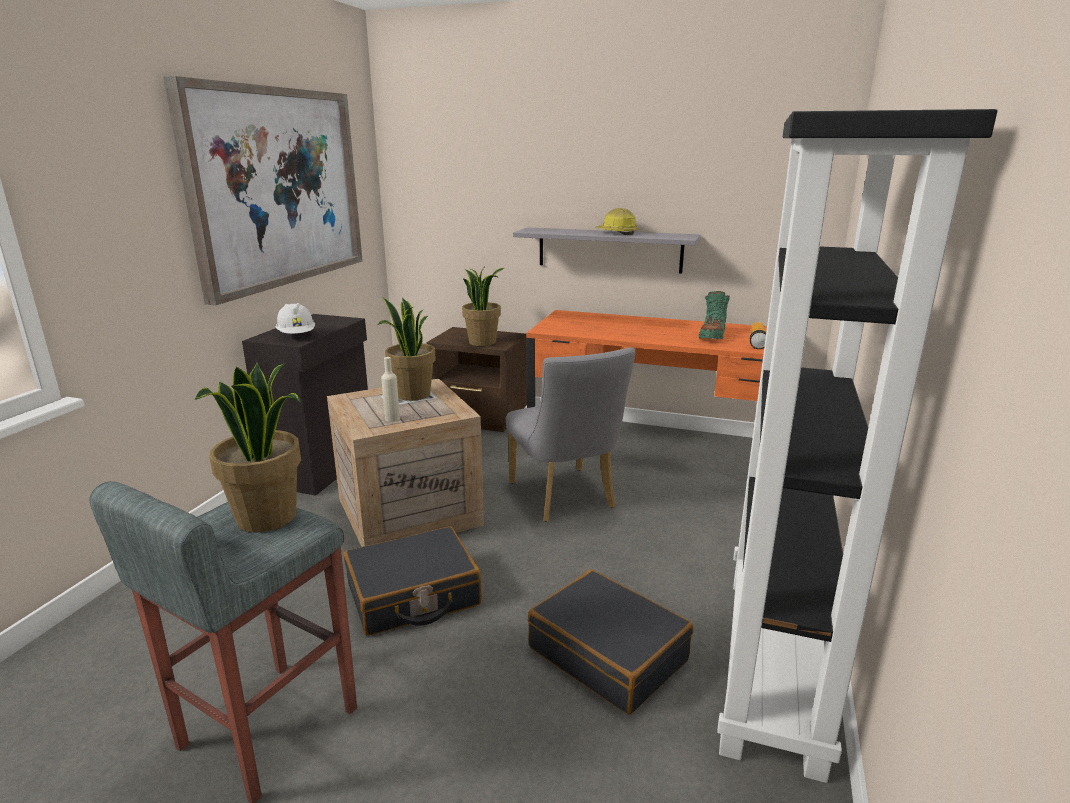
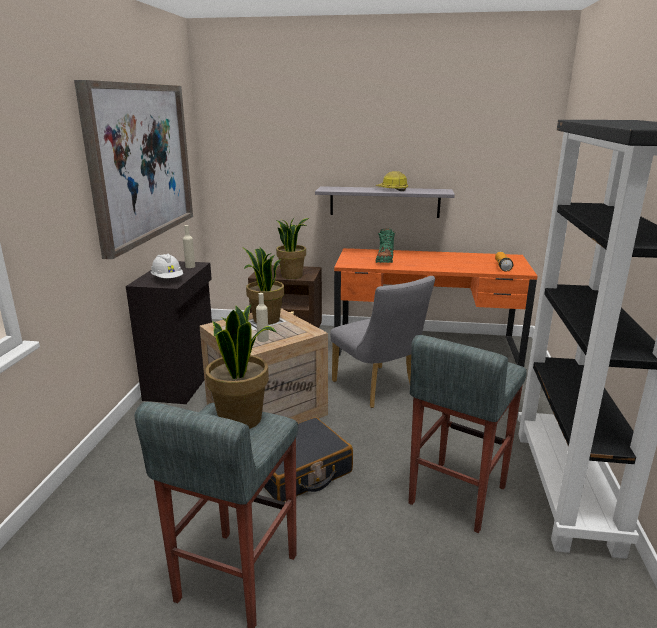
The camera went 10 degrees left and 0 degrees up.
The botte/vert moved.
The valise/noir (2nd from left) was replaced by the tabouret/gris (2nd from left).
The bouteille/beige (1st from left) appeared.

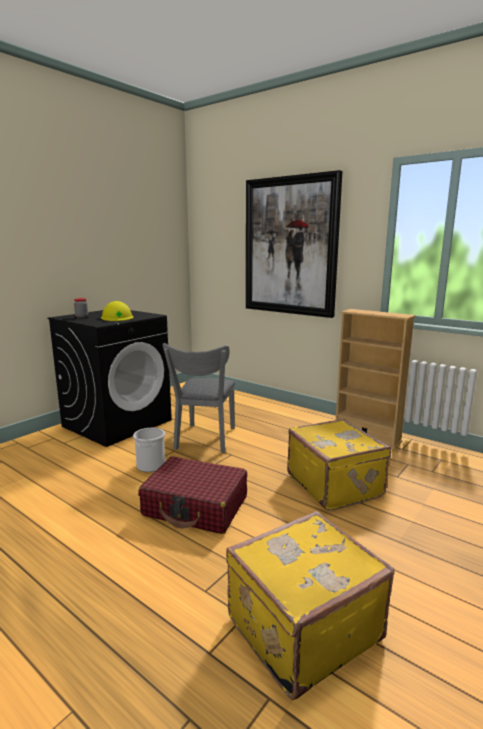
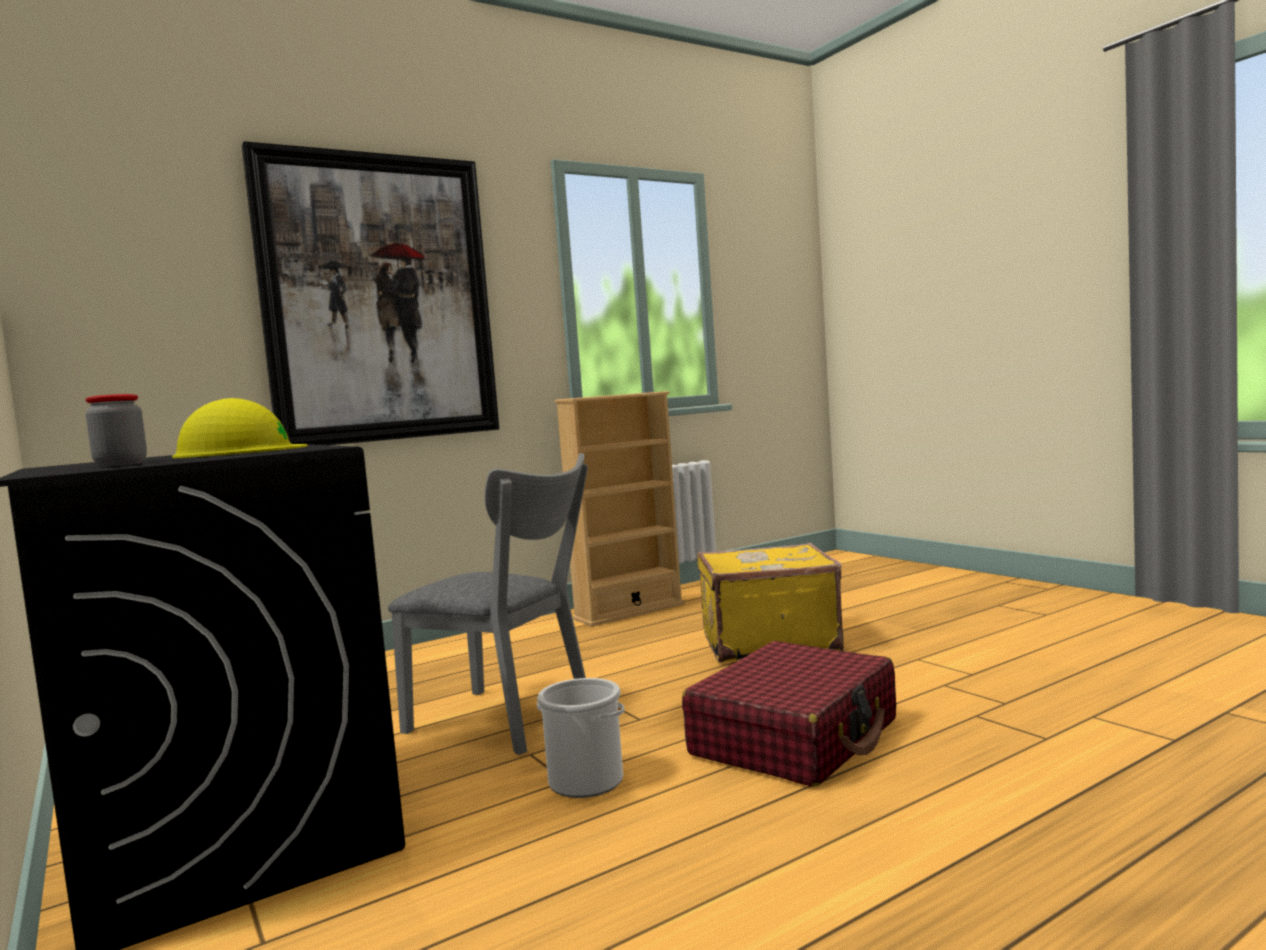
The camera went 70 degrees left and 10 degrees down.
The valise/jaune (1st from left) disappeared.

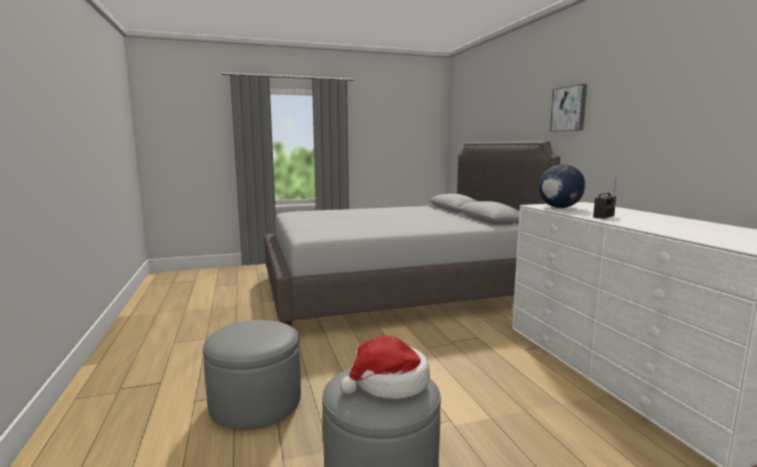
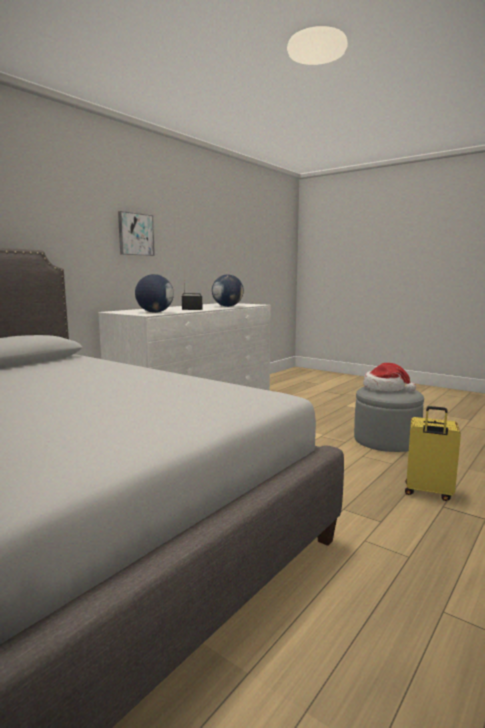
The camera went 125 degrees left and 0 degrees up.
The tableau moved.
The pouf/gris (1st from left) was replaced by the valise/jaune.
The globe (2nd from left) appeared.

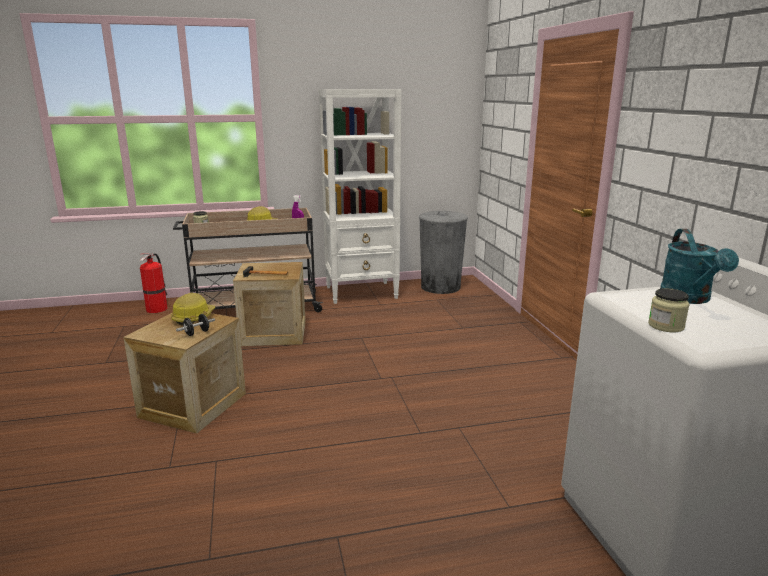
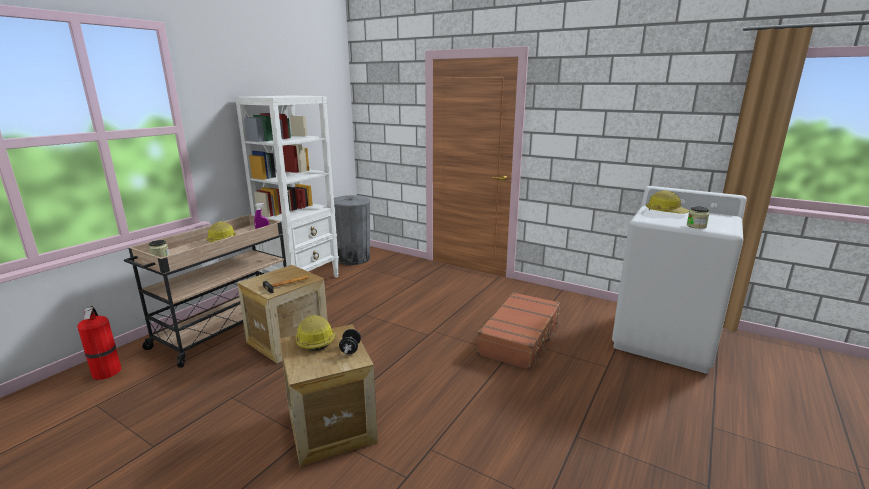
The camera went 45 degrees left and 0 degrees up.
The arrosoir/turquoise was replaced by the casque de chantier (3rd from left).
The valise/marron appeared.

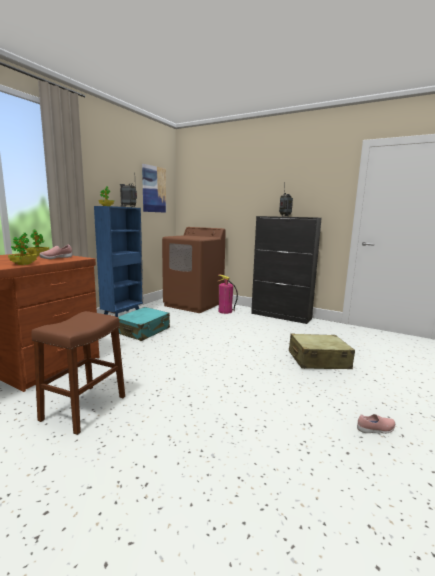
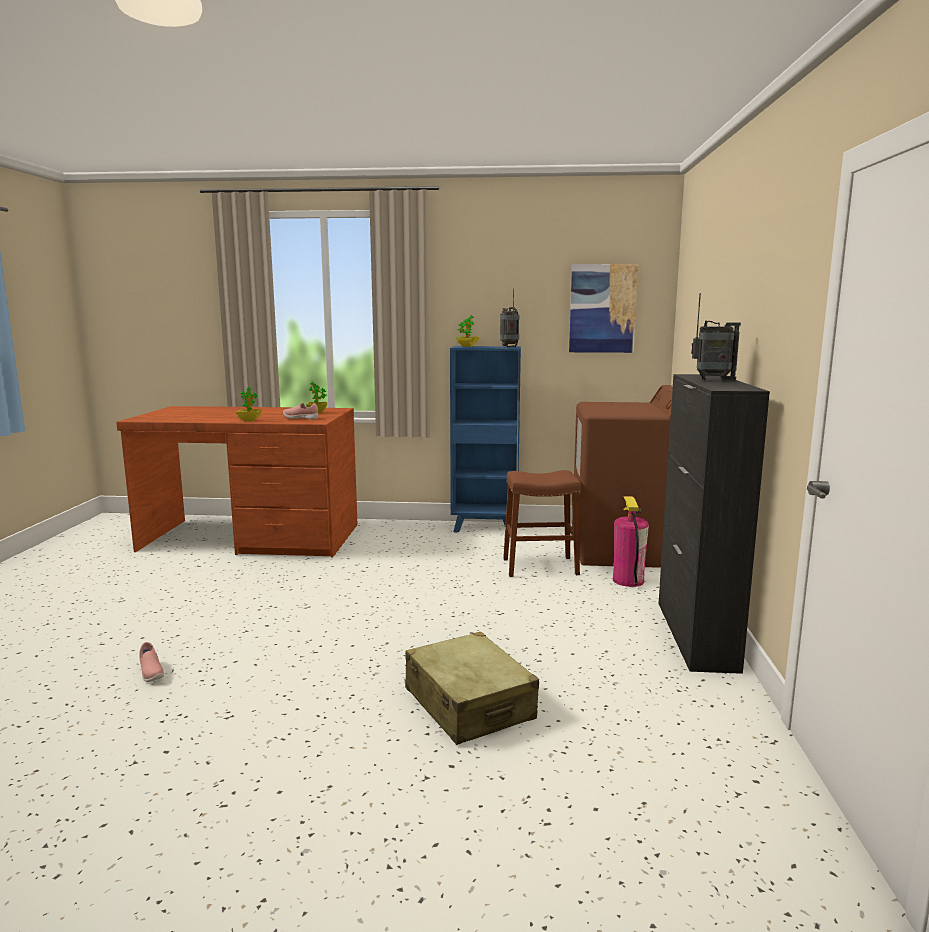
The camera went 65 degrees right and 0 degrees up.
The valise/turquoise disappeared.
The tabouret/marron moved.
The chaussure/rose (2nd from left in the first image) moved.

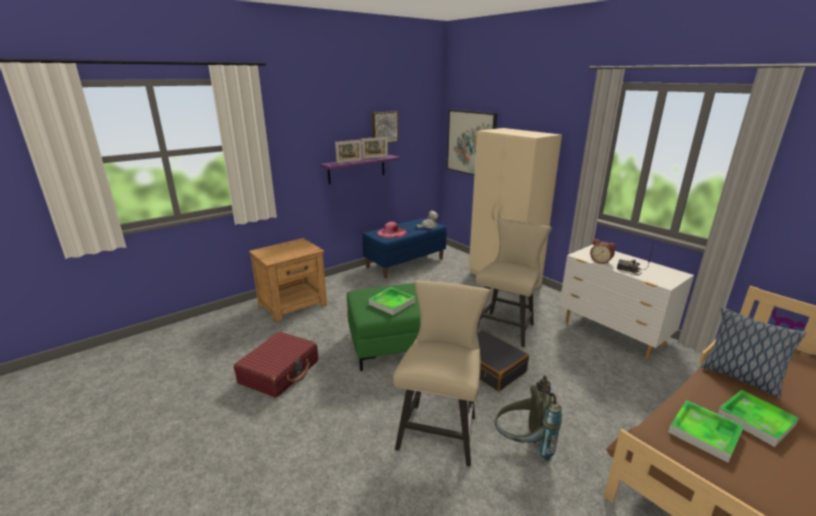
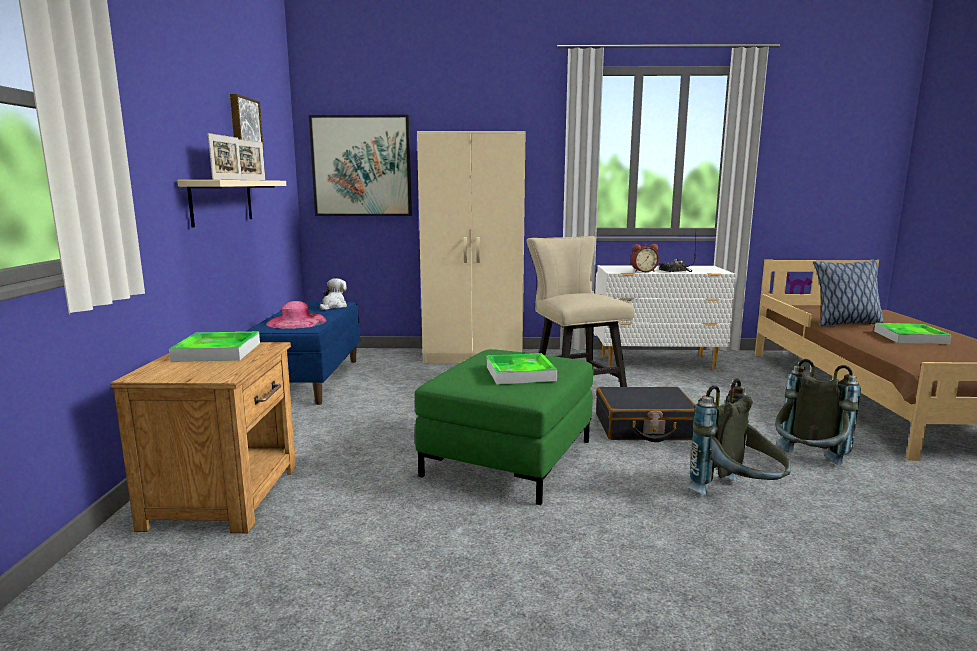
The camera went 50 degrees left and 10 degrees down.
The étagère/violet became the étagère/beige.
The chaise/beige (1st from left) was replaced by the sac à dos/gris (1st from left).
The valise/rouge disappeared.
The plateau (2nd from left in the first image) moved.

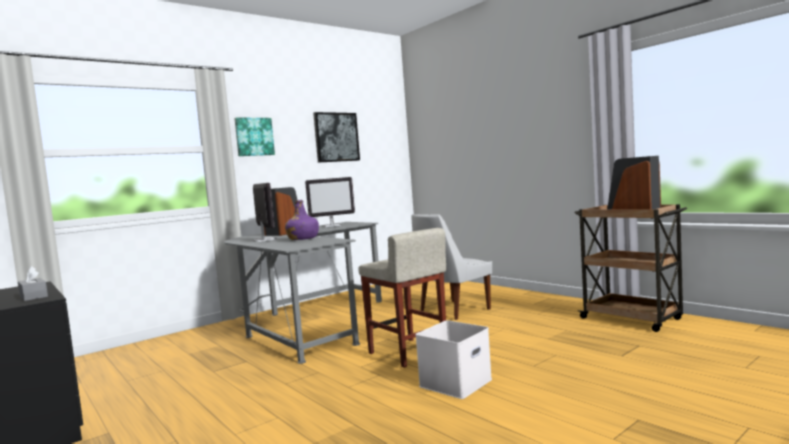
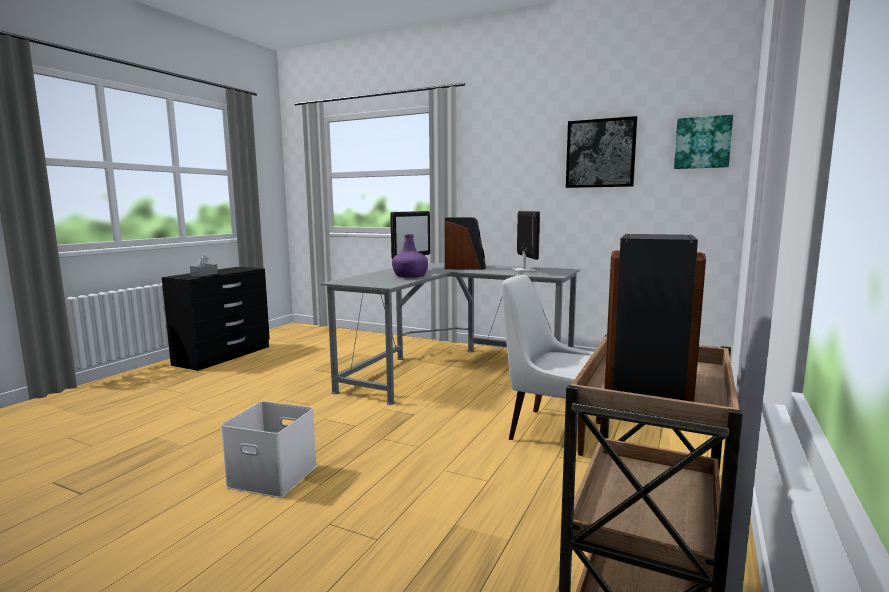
The camera went 65 degrees right and 5 degrees up.
The tableau (1st from left in the first image) moved.
The écran d'ordinateur (2nd from left) turned 150 degrees counterclockwise.
The tabouret/beige disappeared.

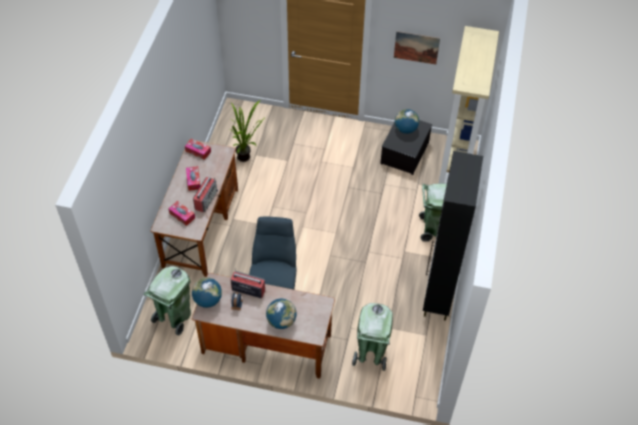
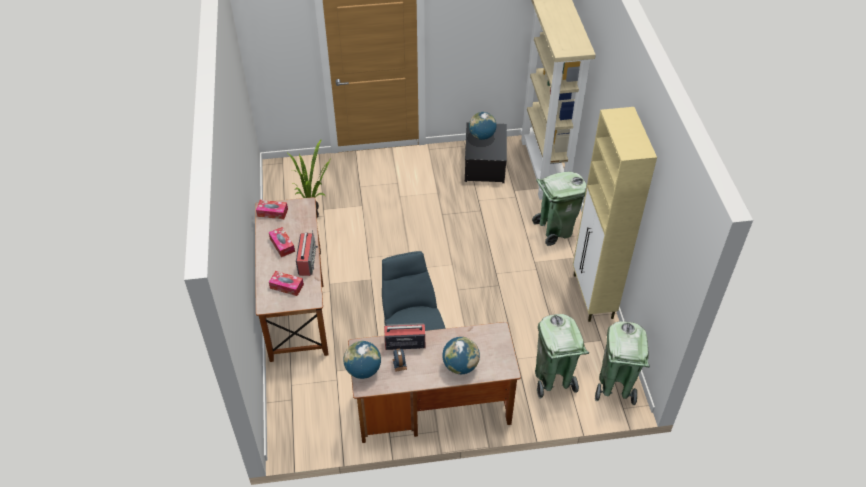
The camera went 20 degrees left and 5 degrees down.
The tableau disappeared.
The meuble de rangement/noir became the meuble de rangement/beige.
The poubelle/vert (1st from left in the first image) moved.

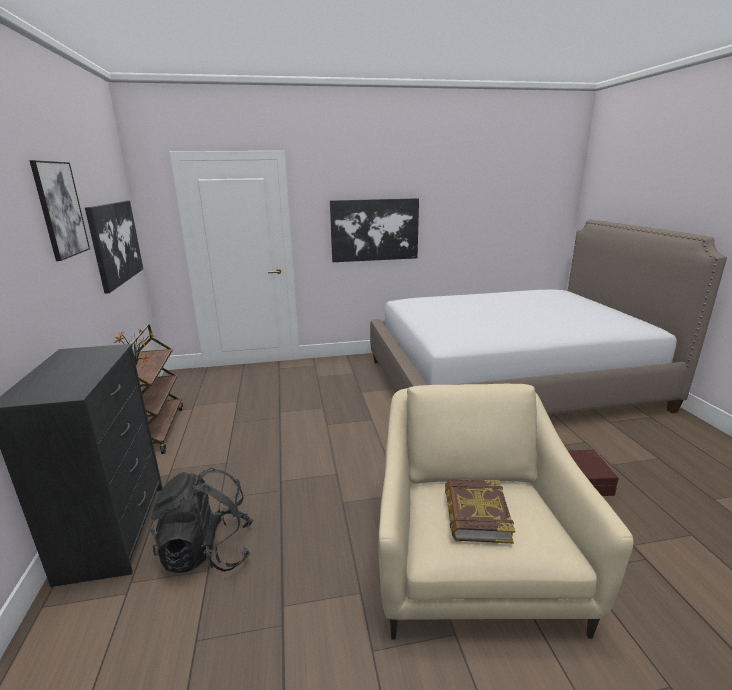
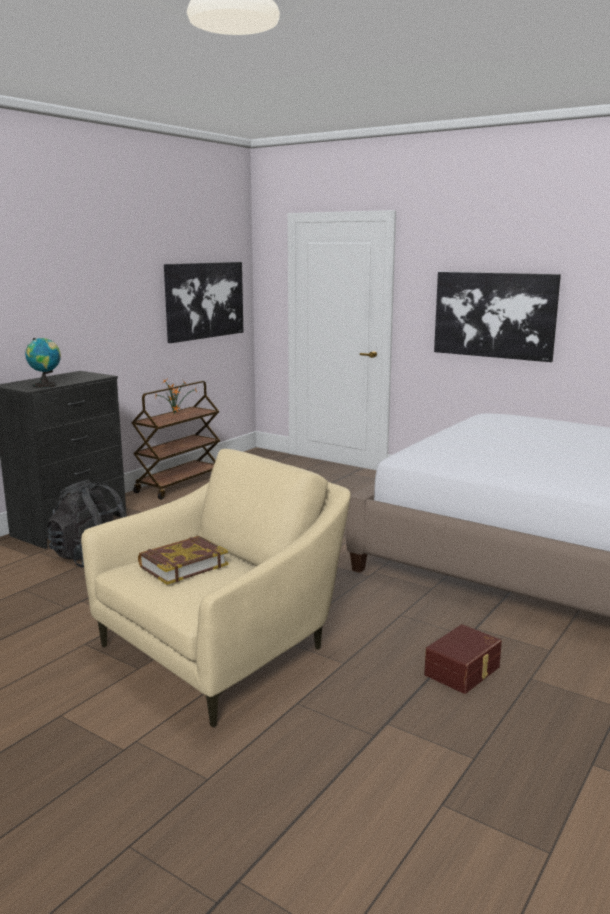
The camera went 45 degrees right and 5 degrees down.
The tableau (1st from left) disappeared.
The globe appeared.

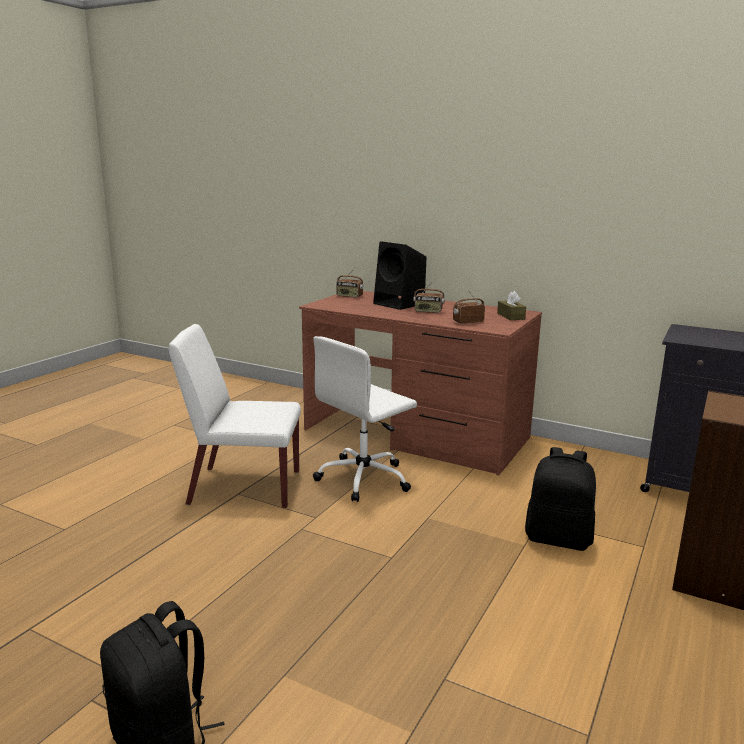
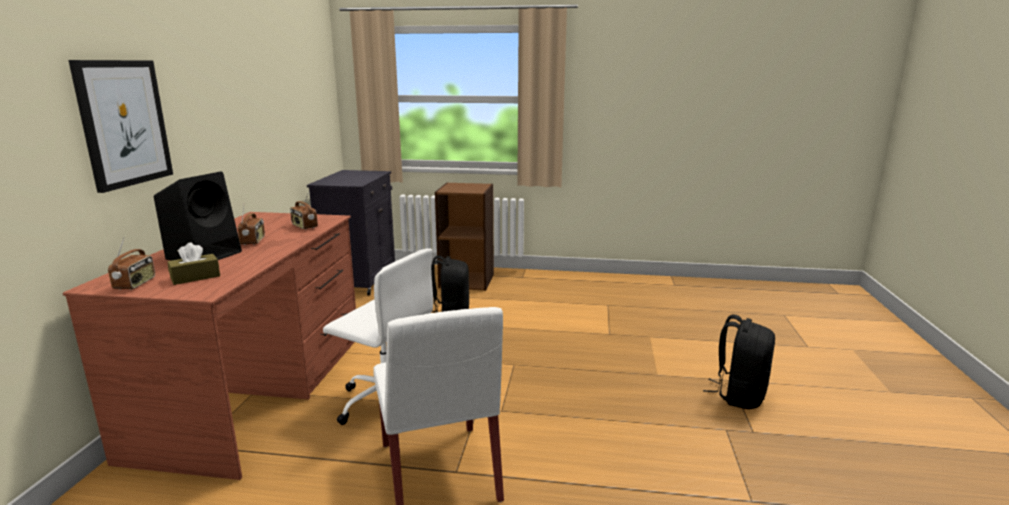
The camera went 110 degrees left and 0 degrees up.
The boîte à mouchoirs/marron moved.
The tableau appeared.

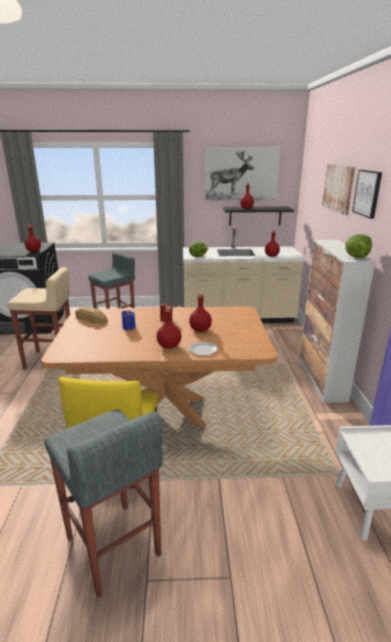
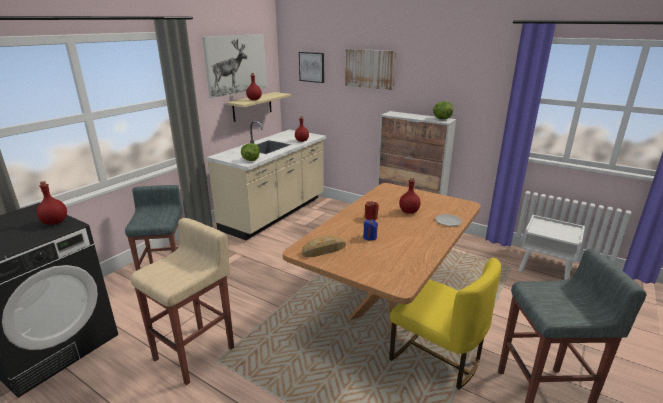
The camera went 55 degrees left and 0 degrees up.
The tableau (3rd from left in the first image) moved.
The étagère/noir became the étagère/beige.
The bouteille/rouge (2nd from left) disappeared.

